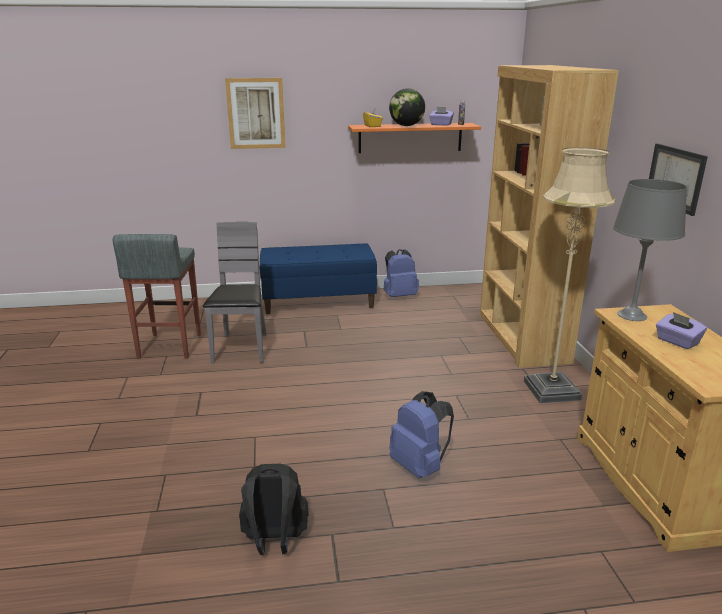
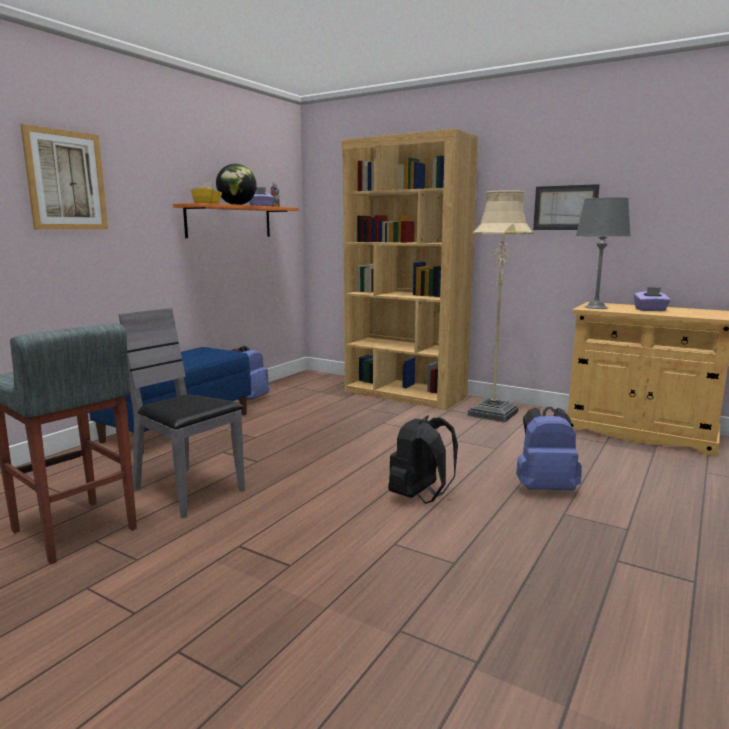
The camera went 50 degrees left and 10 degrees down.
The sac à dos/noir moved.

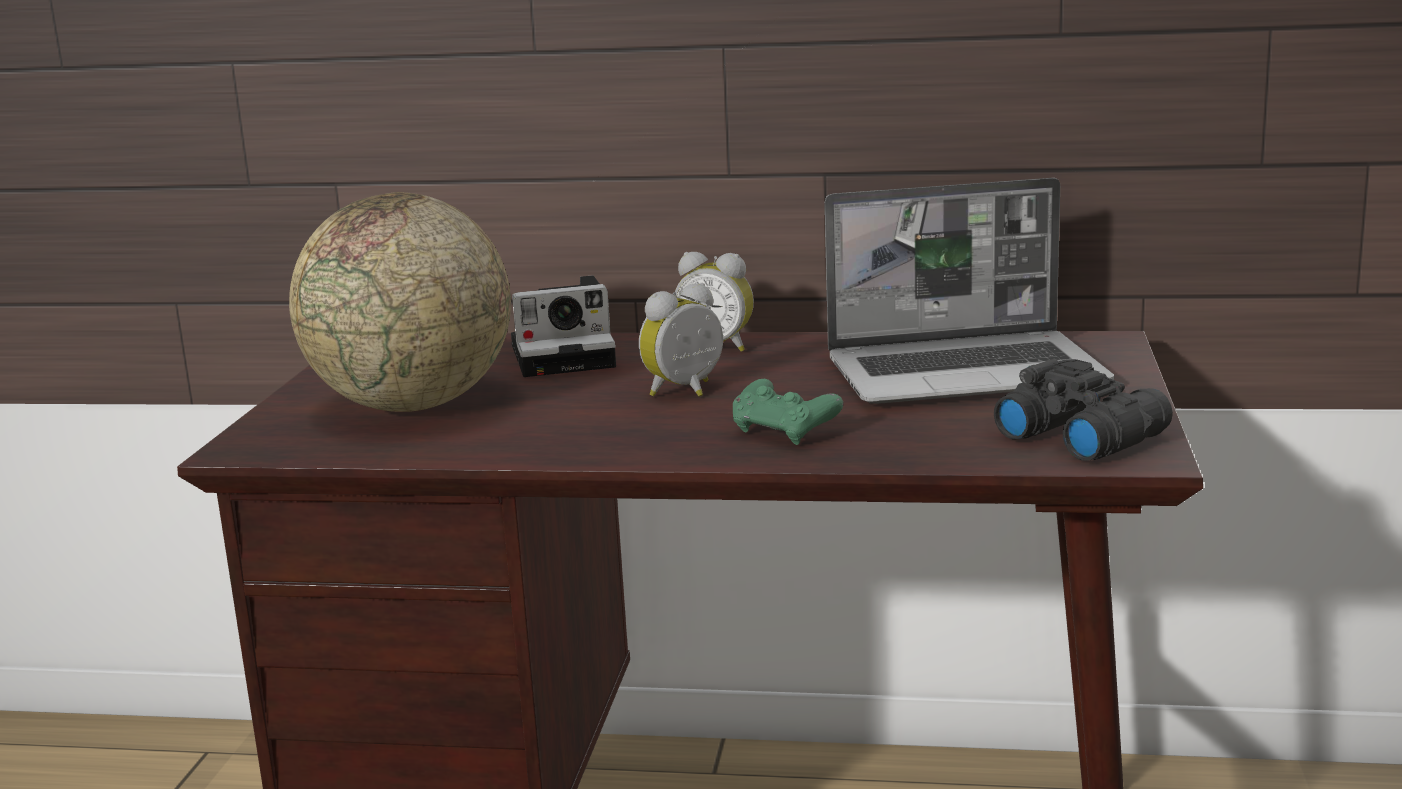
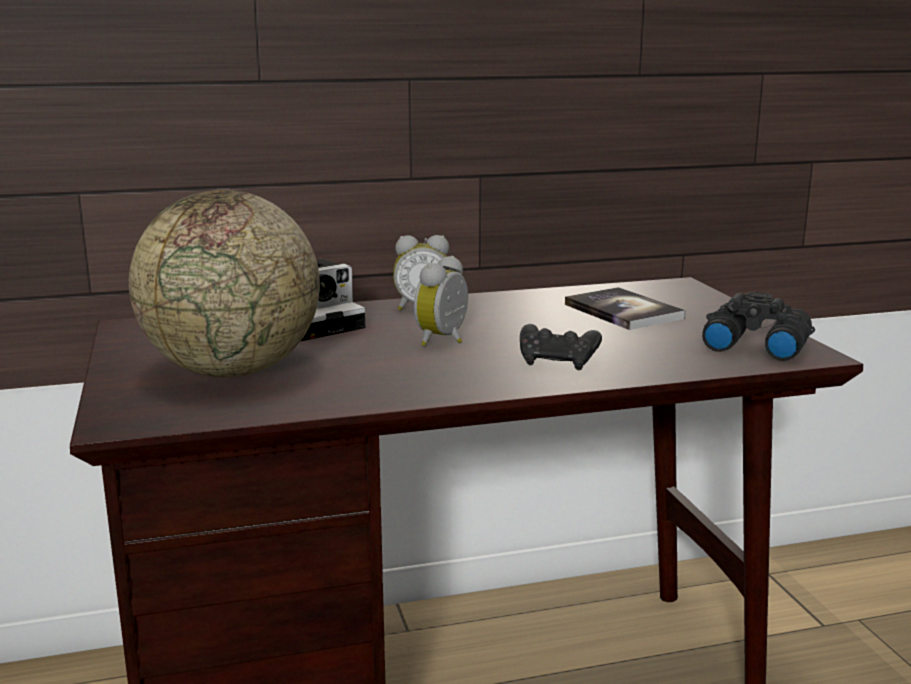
The camera went 25 degrees left and 0 degrees up.
The ordinateur portable was replaced by the livre.
The manette/vert became the manette/noir.

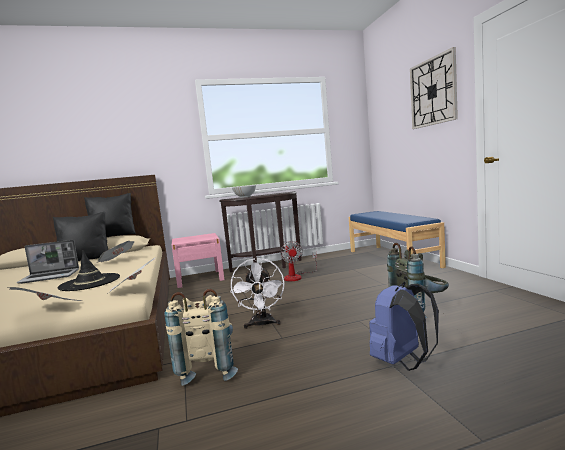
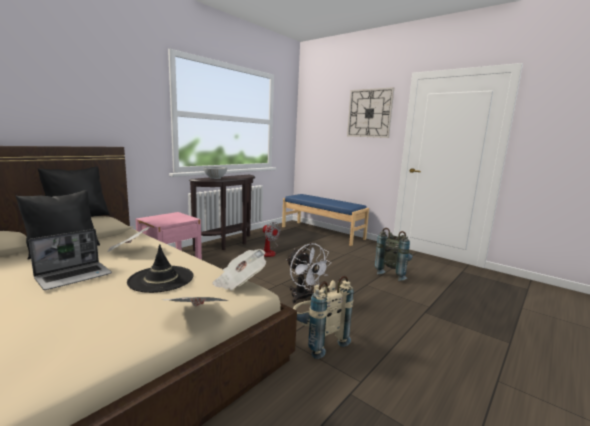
The camera went 35 degrees left and 5 degrees up.
The sac à dos/bleu disappeared.

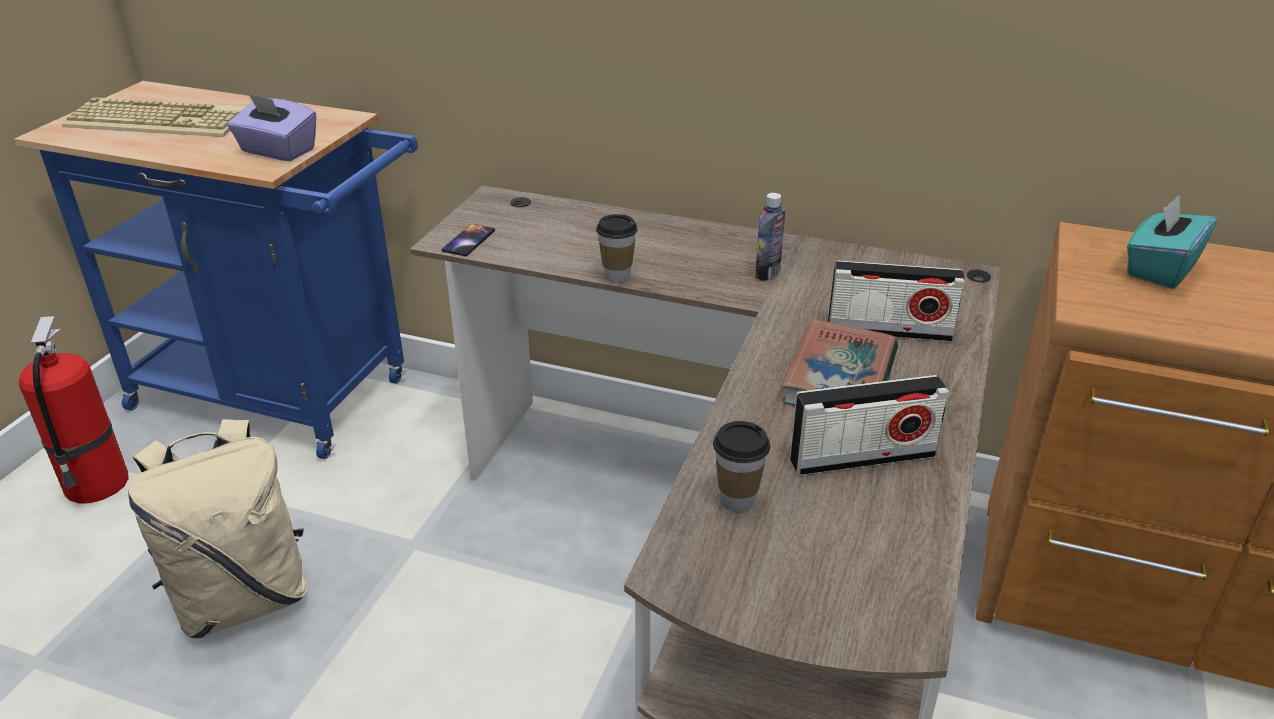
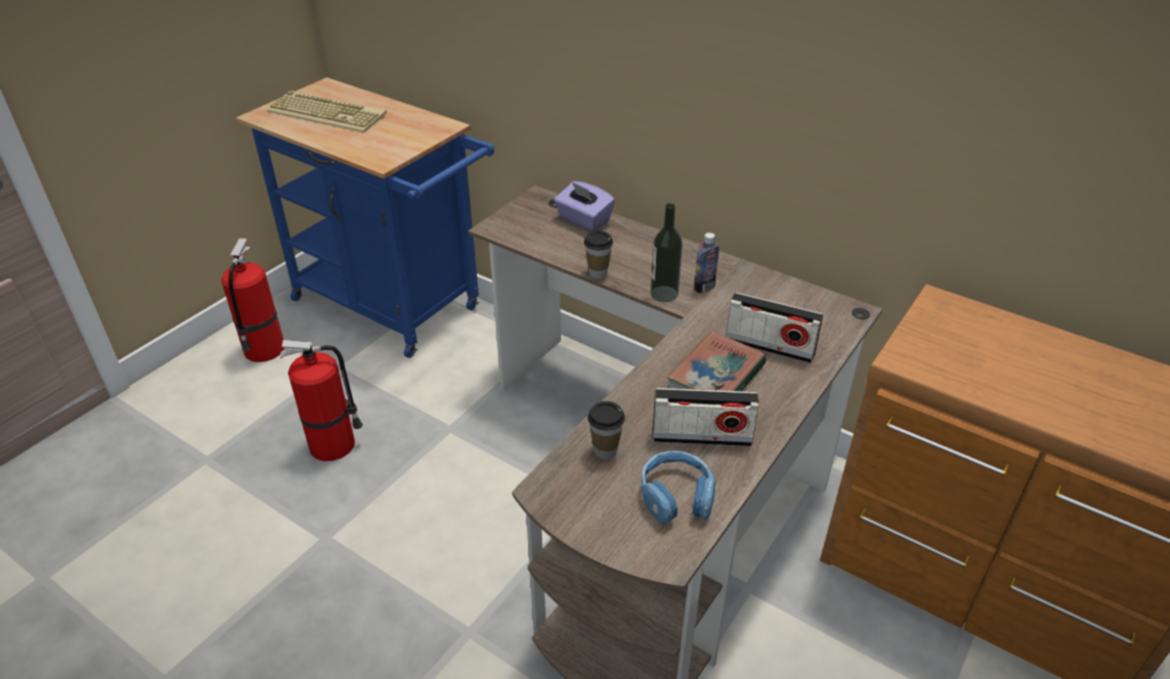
The camera went 15 degrees right and 5 degrees up.
The boîte à mouchoirs/violet moved.
The boîte à mouchoirs/turquoise disappeared.
The téléphone disappeared.
The sac à dos/beige was replaced by the extincteur (2nd from left).
The bouteille (1st from left) appeared.
The casque audio/bleu appeared.

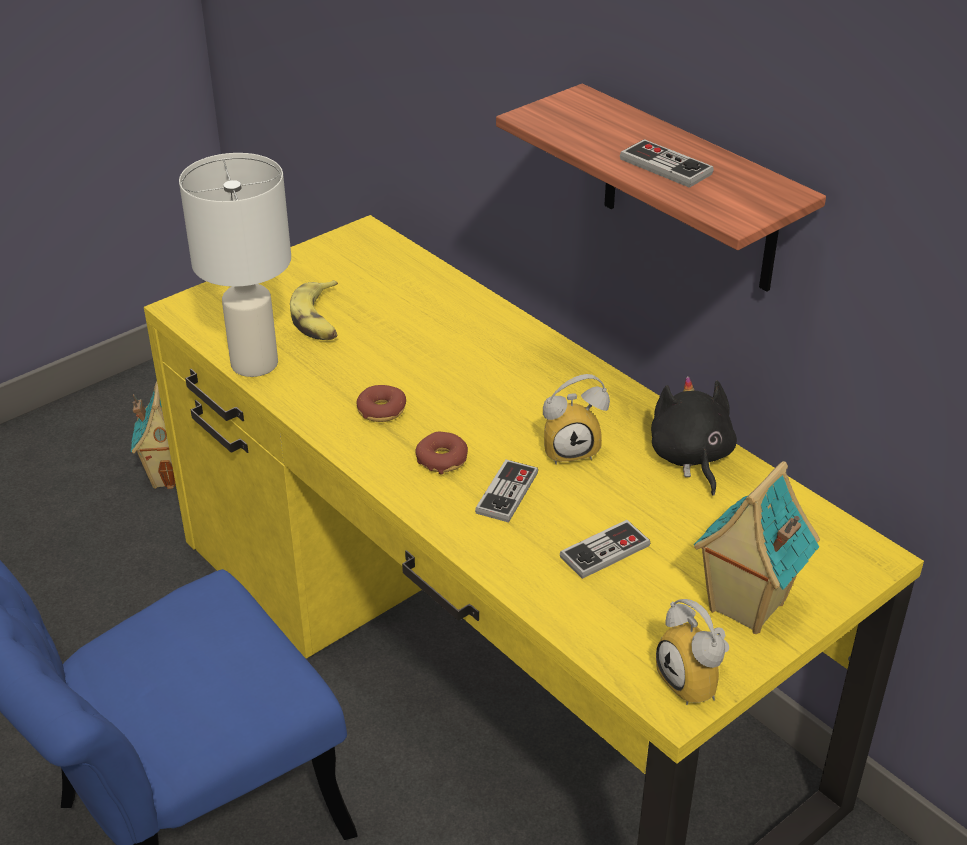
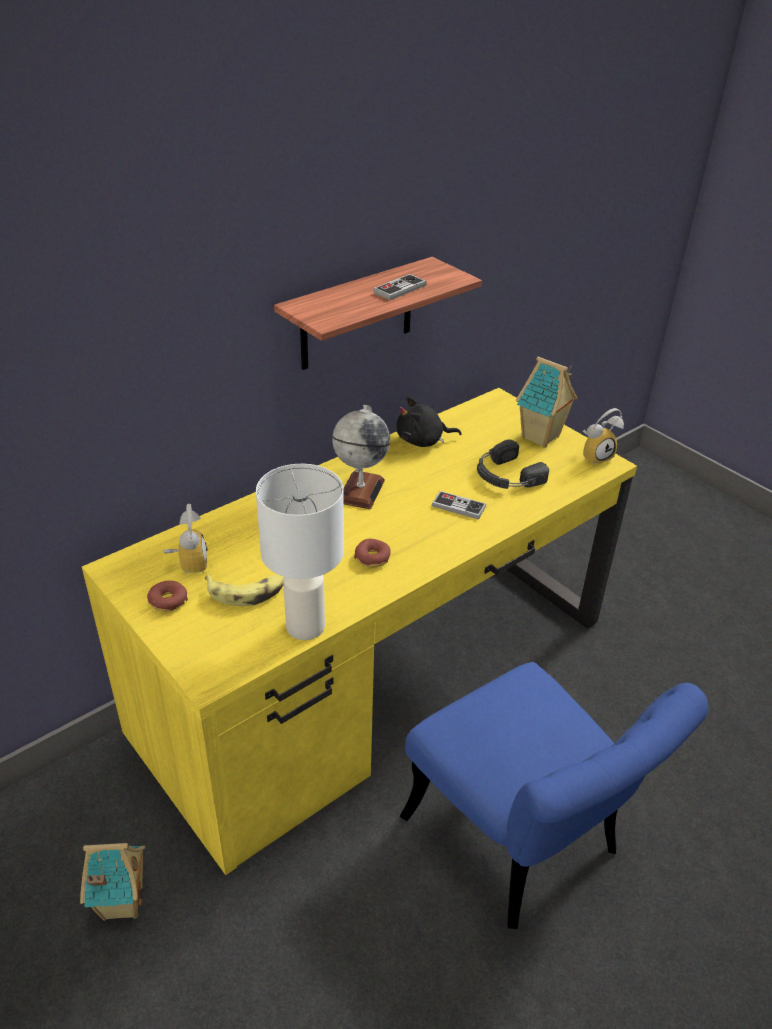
The camera went 90 degrees left and 0 degrees up.
The réveil (1st from left) moved.
The beignet (2nd from left in the first image) moved.
The manette (2nd from left) was replaced by the casque audio/noir.
The globe appeared.

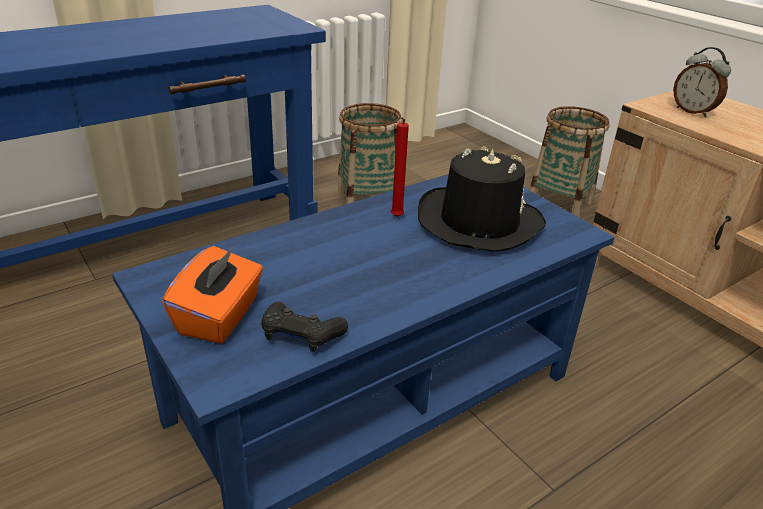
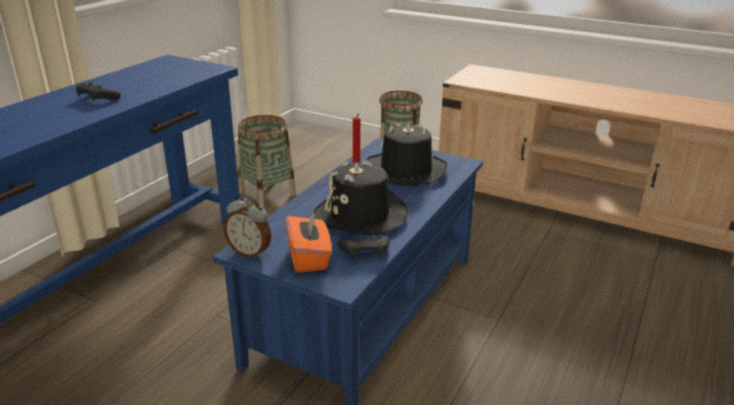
The camera went 25 degrees left and 5 degrees down.
The réveil moved.
The manette/noir (1st from left) appeared.
The chapeau/noir (1st from left) appeared.

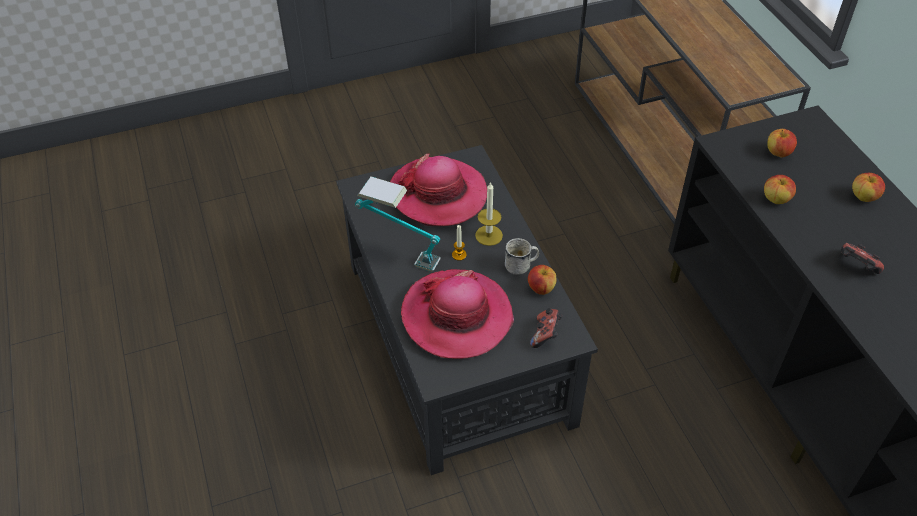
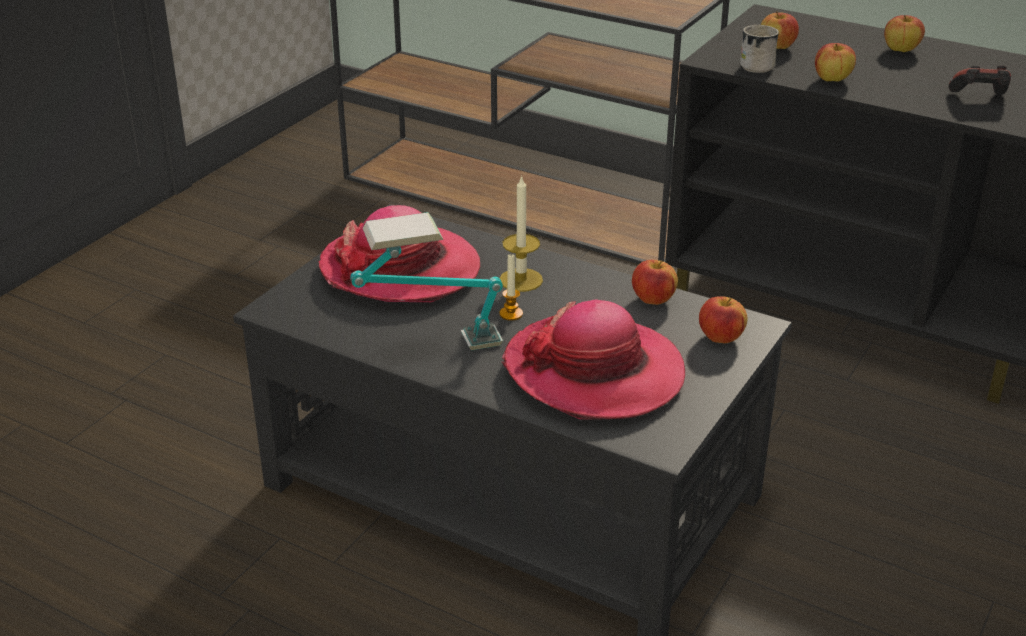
The camera went 40 degrees left and 15 degrees down.
The mug/blanc moved.
The manette (1st from left) was replaced by the pomme (2nd from left).

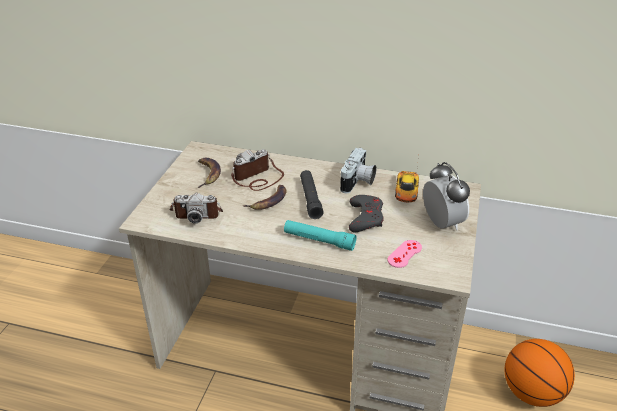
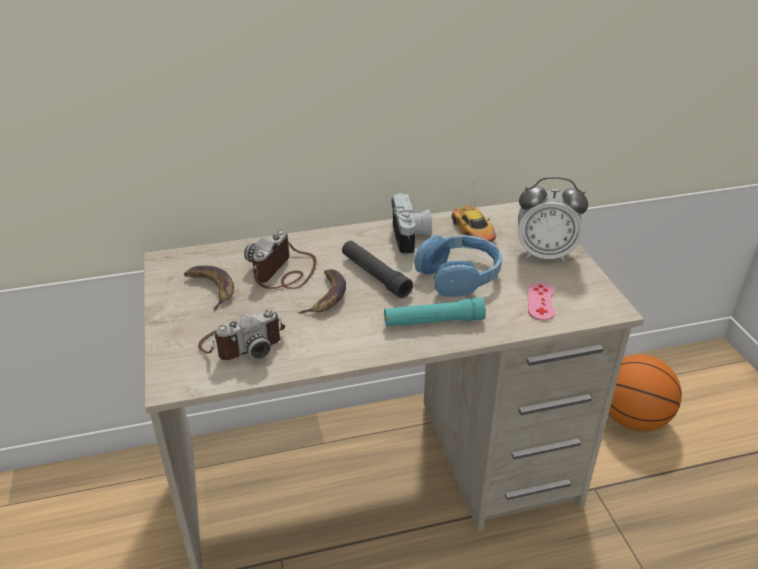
The camera went 30 degrees left and 0 degrees up.
The réveil turned 150 degrees clockwise.
The manette/gris was replaced by the casque audio/bleu.

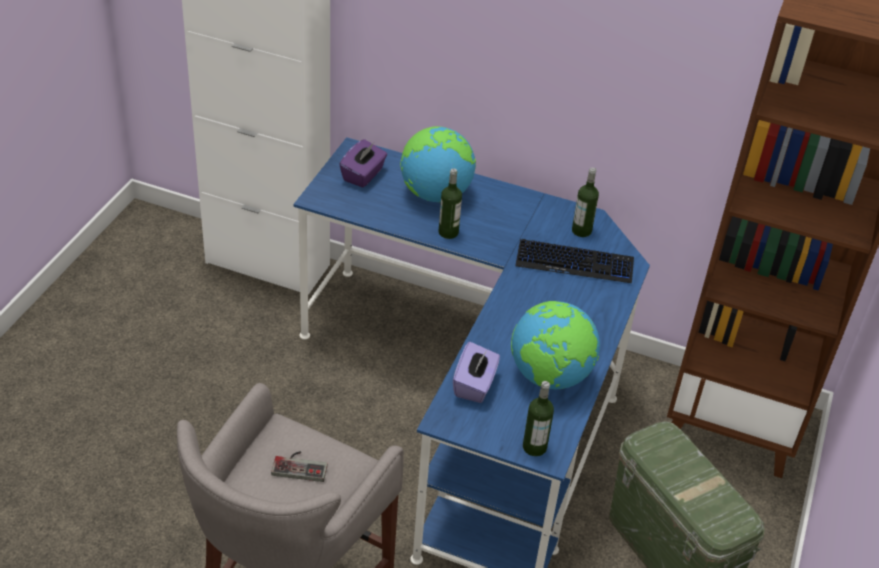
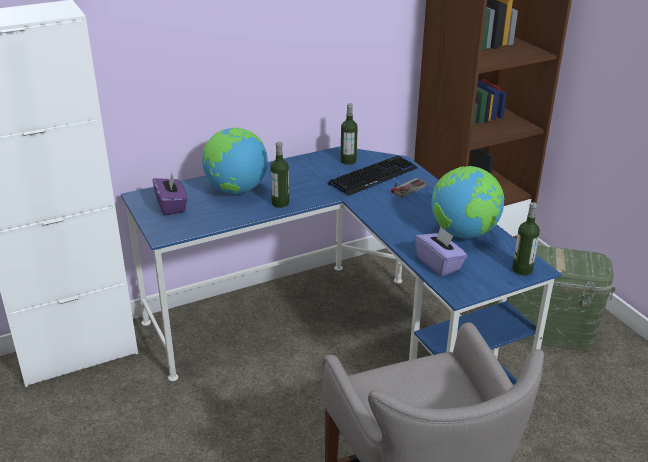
The camera went 45 degrees left and 10 degrees down.
The manette moved.

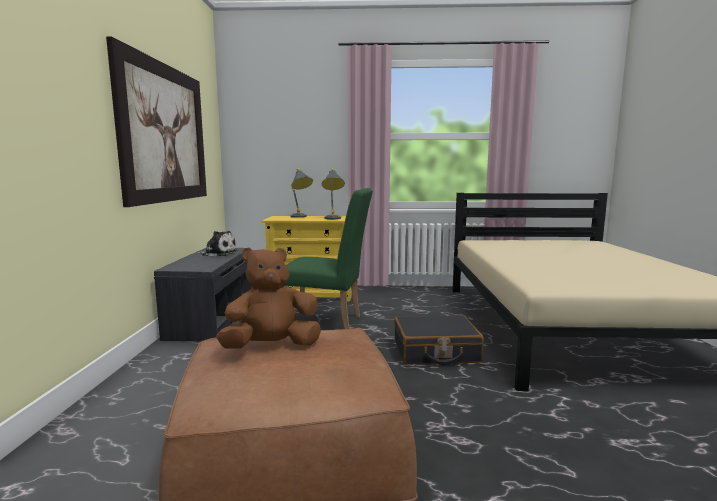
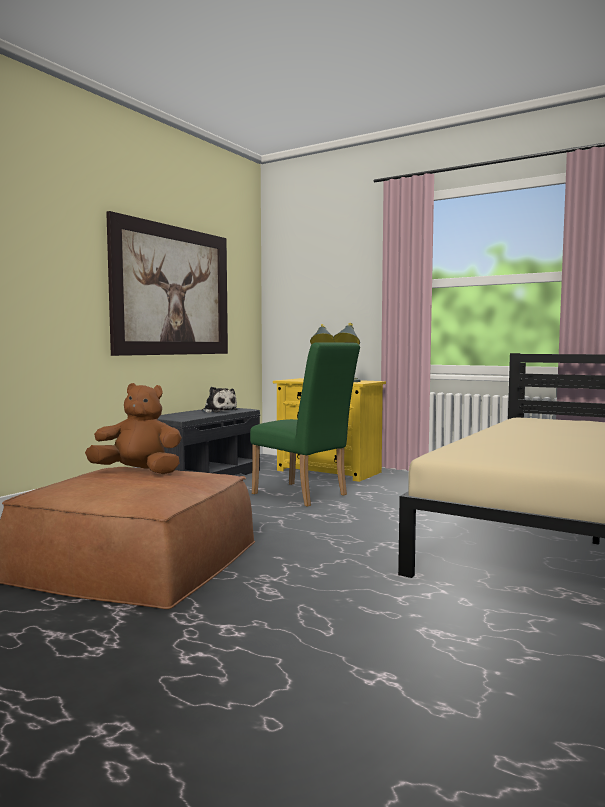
The camera went 30 degrees right and 5 degrees down.
The valise/noir disappeared.

